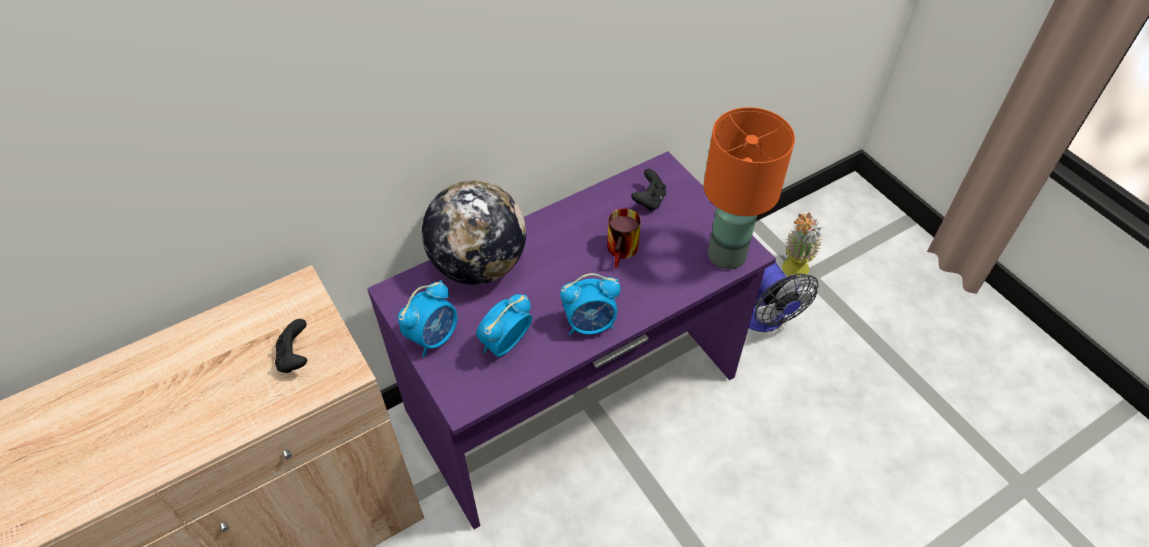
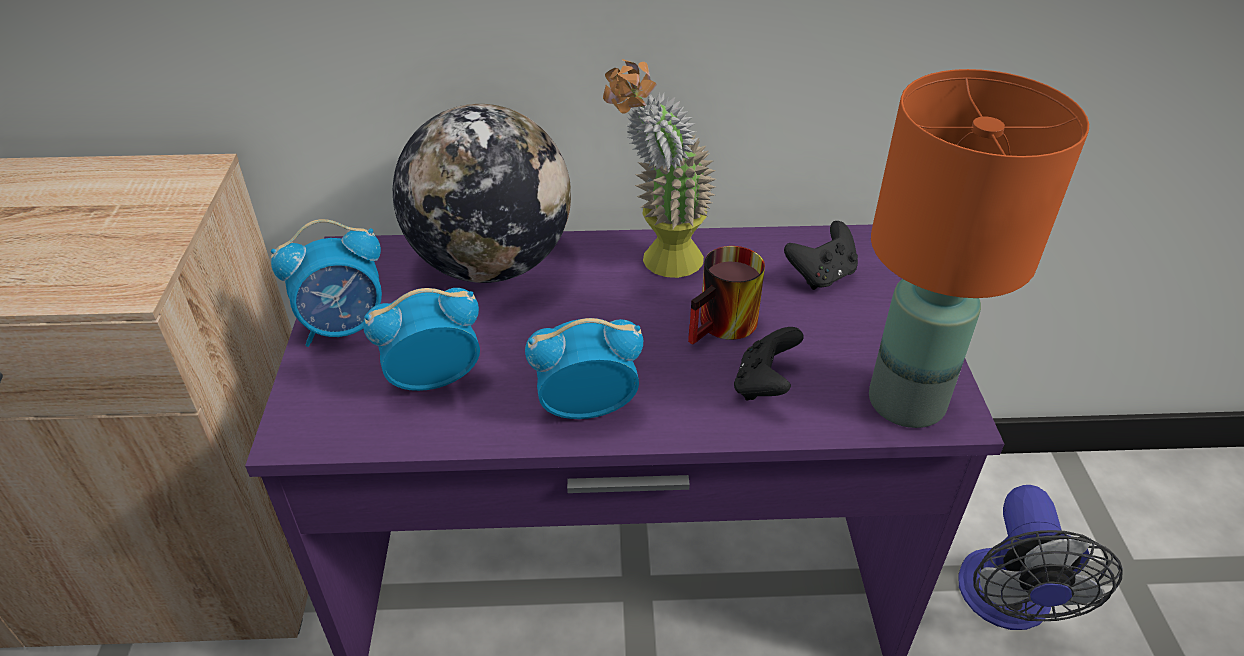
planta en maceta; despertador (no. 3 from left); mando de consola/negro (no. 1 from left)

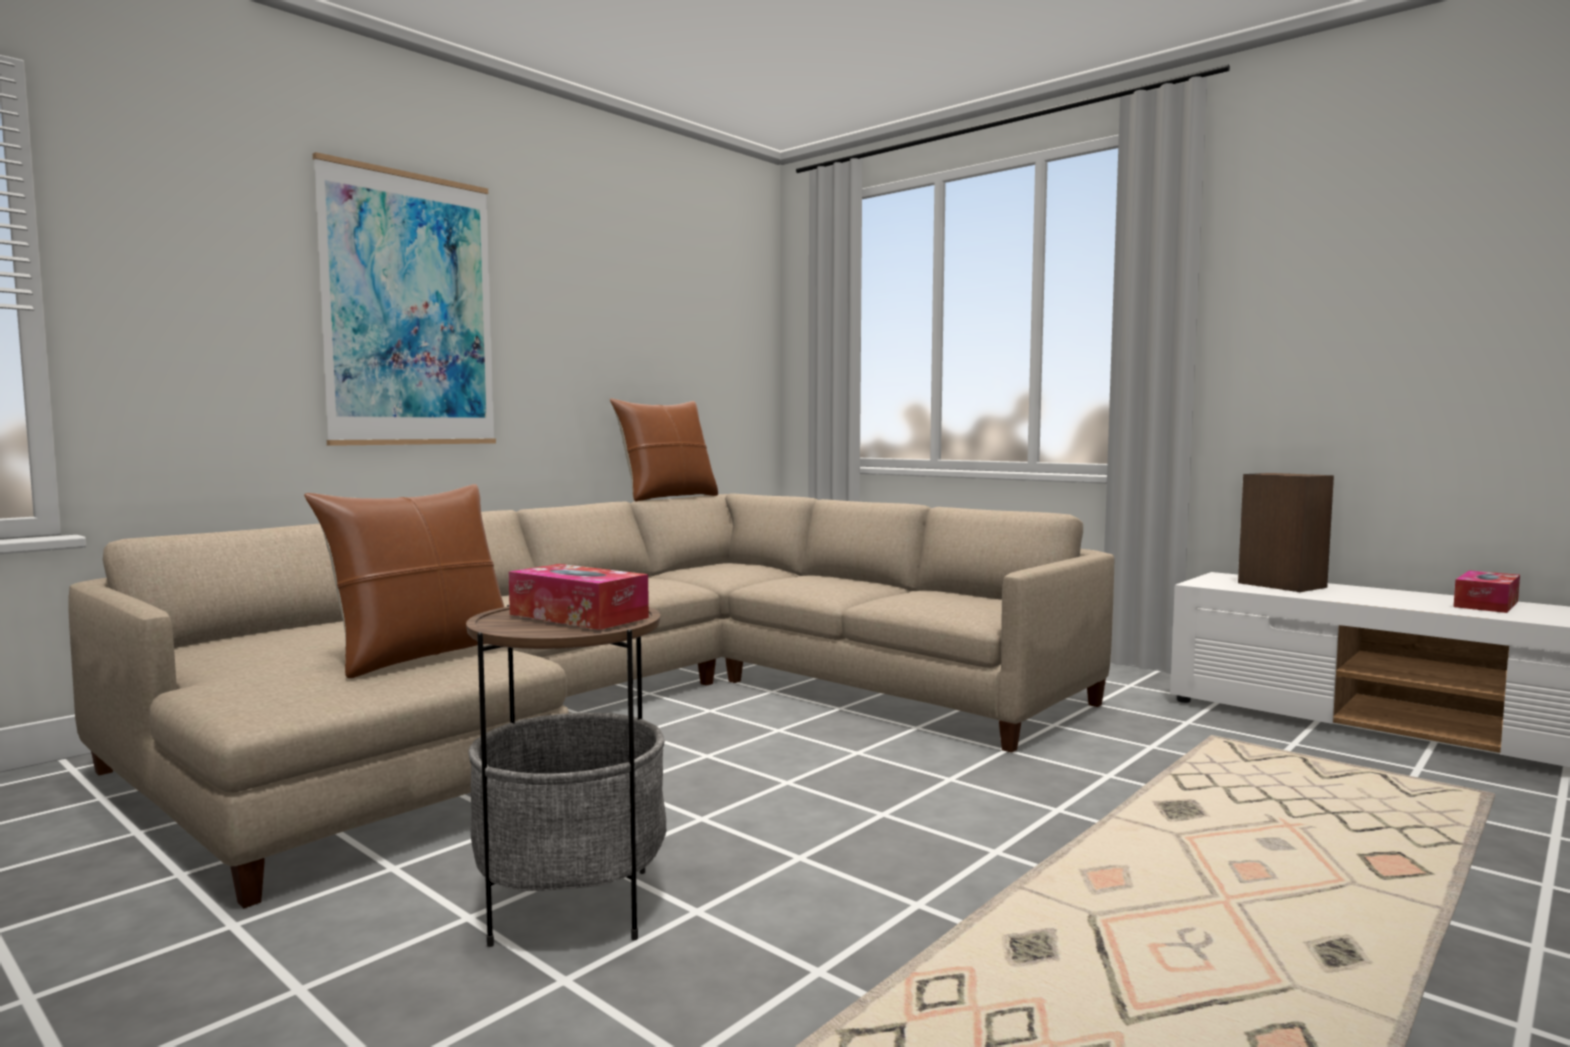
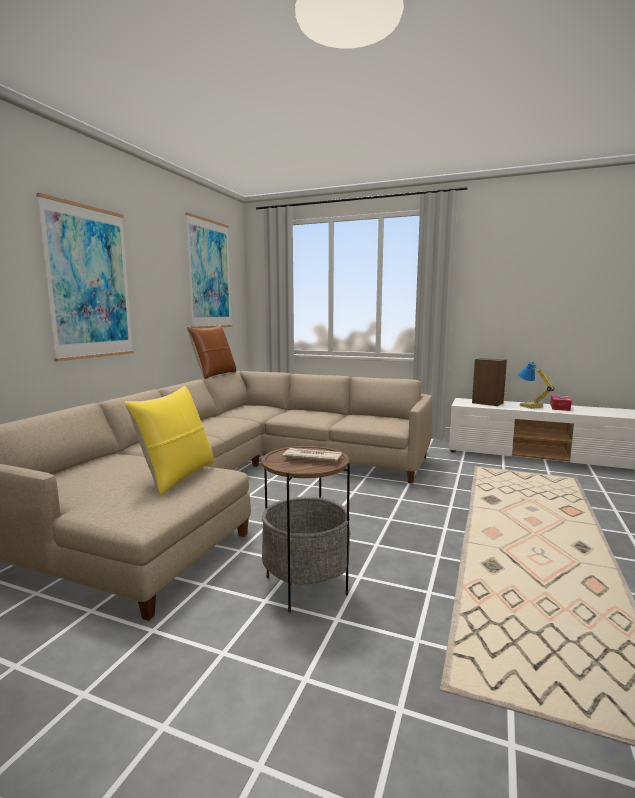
cojín/amarillo; periódico; cuadro (no. 2 from left); lámpara de mesa

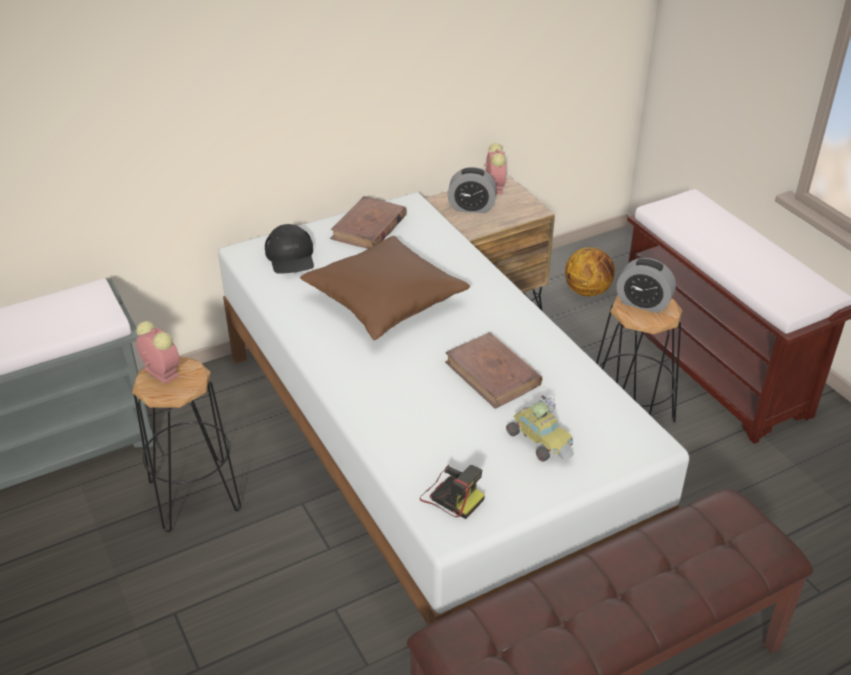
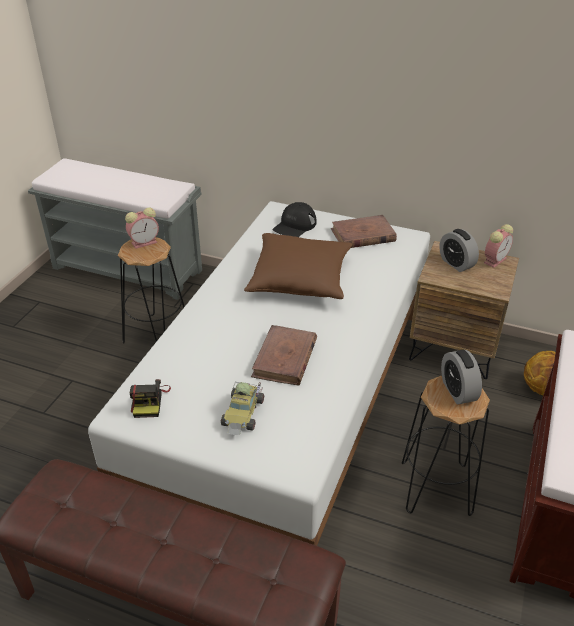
despertador (no. 1 from left)

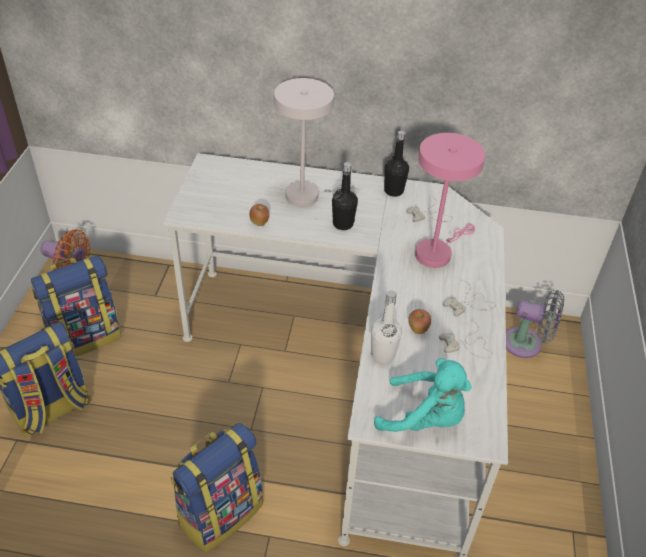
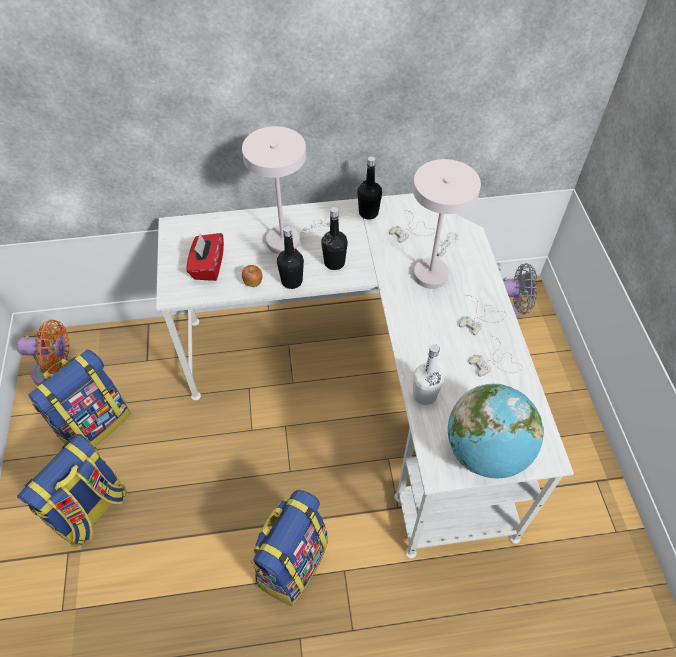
lámpara de mesa/blanco (no. 2 from left); manzana (no. 2 from left in the first image); globo terráqueo; botella/negro (no. 1 from left); caja de pañuelos/rojo

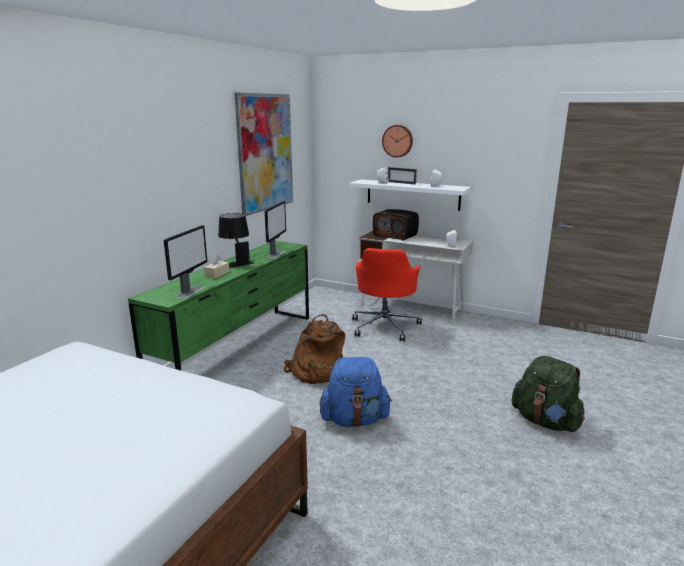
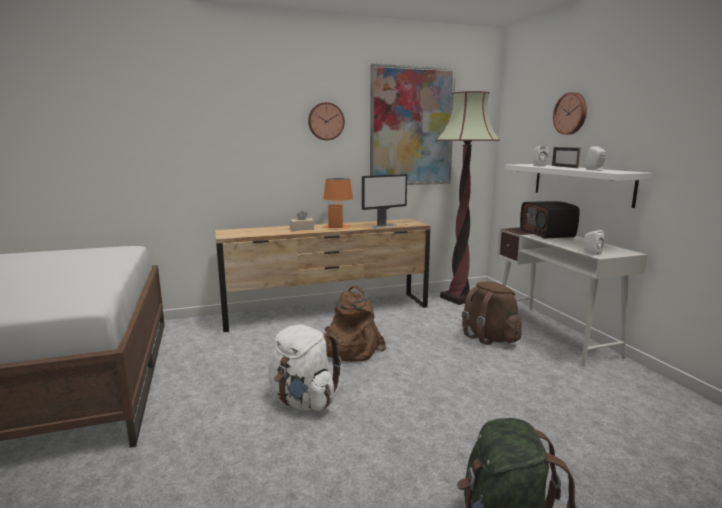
lámpara de mesa/naranja; monitor (no. 1 from left in the first image); cómoda/marrón; mochila/marrón (no. 2 from left); mochila/blanco; lámpara de pie; reloj de pared (no. 1 from left)

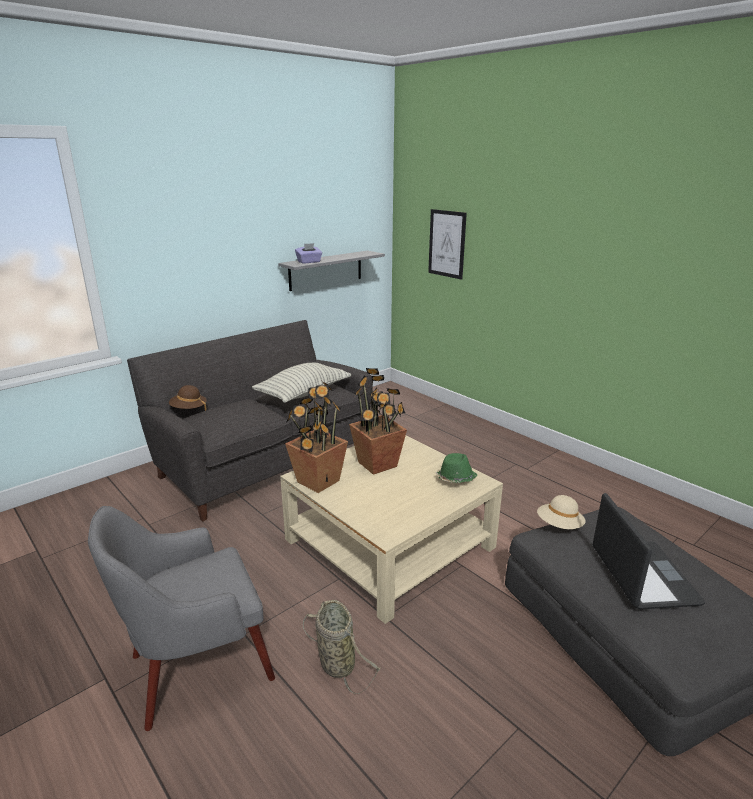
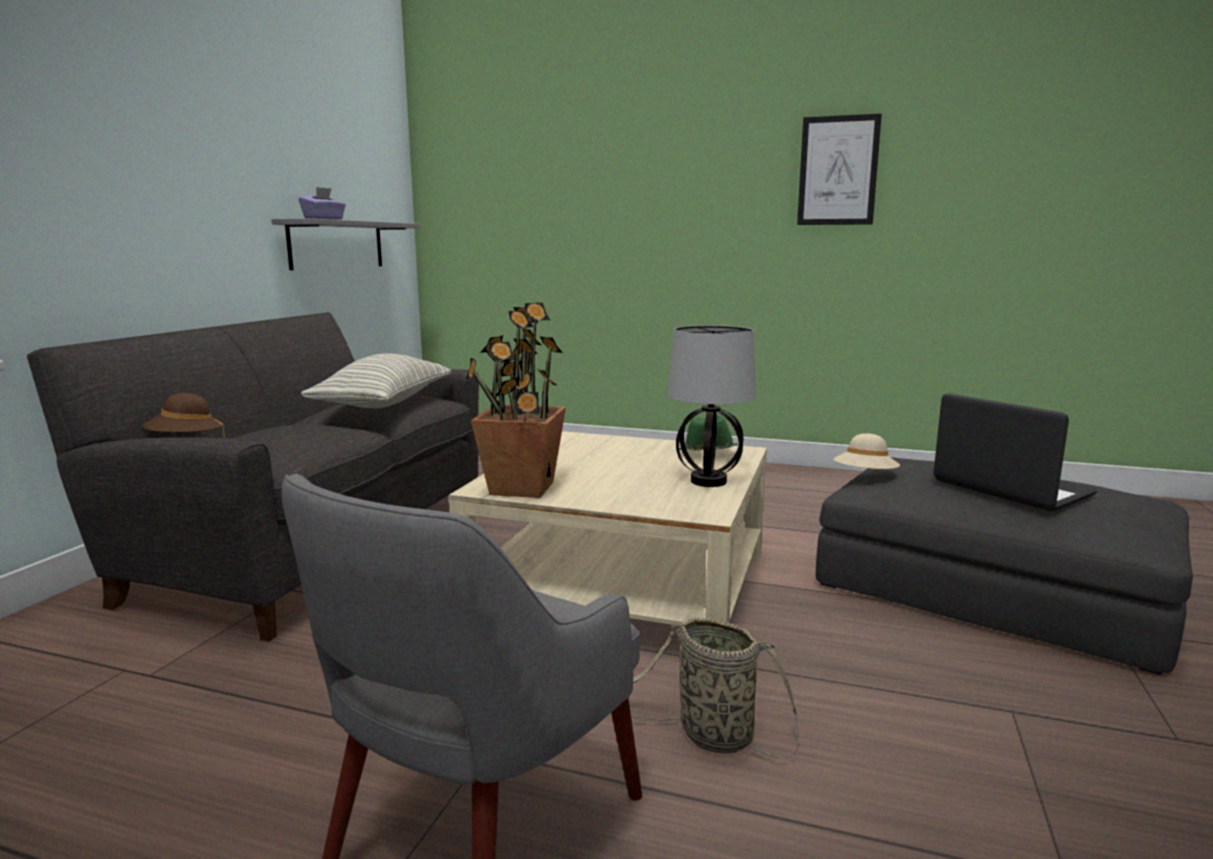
cuadro; planta en maceta (no. 2 from left in the first image); lámpara de mesa

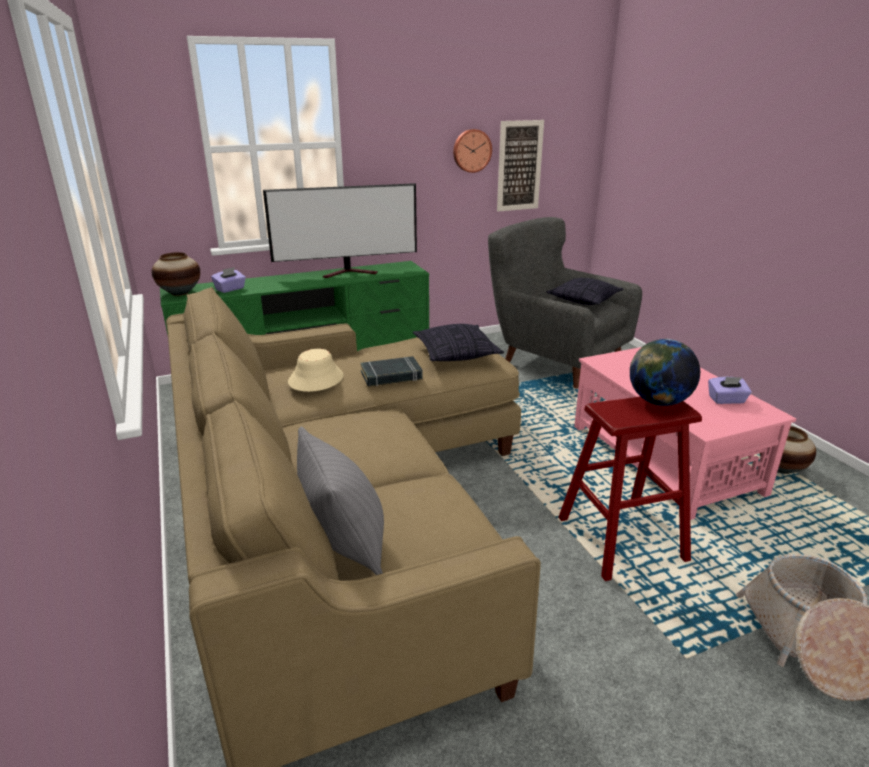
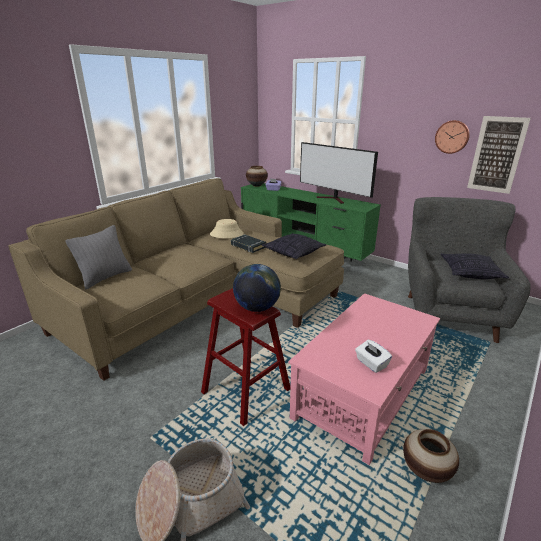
caja de pañuelos/blanco

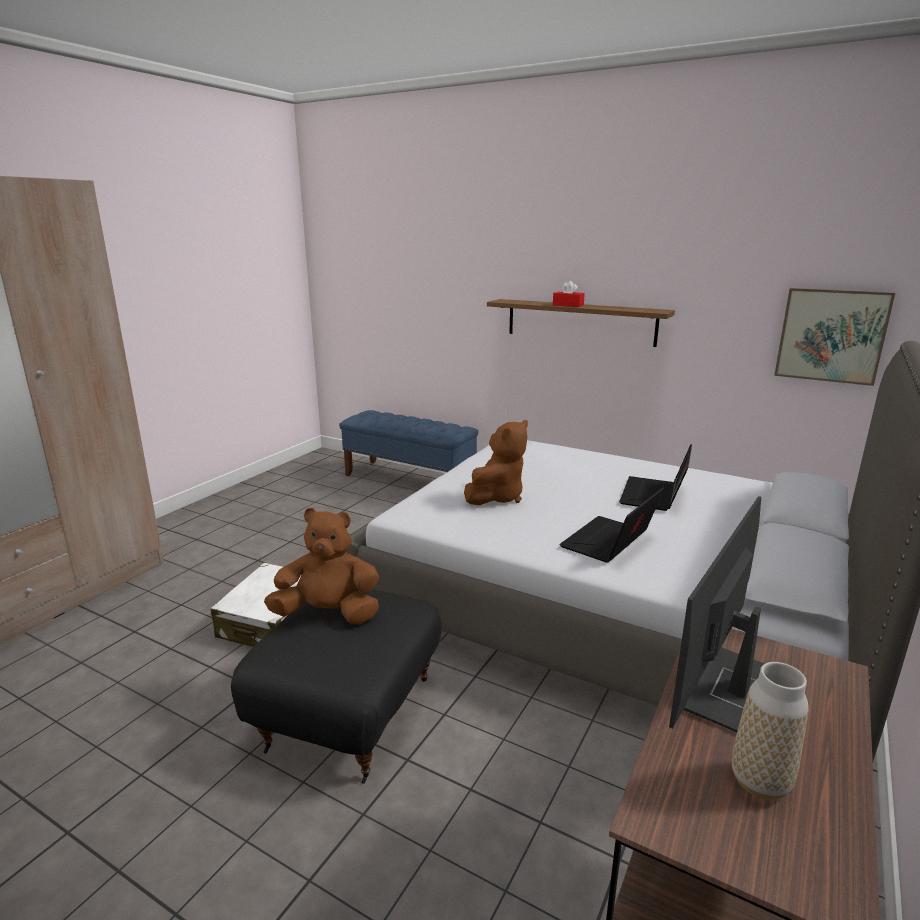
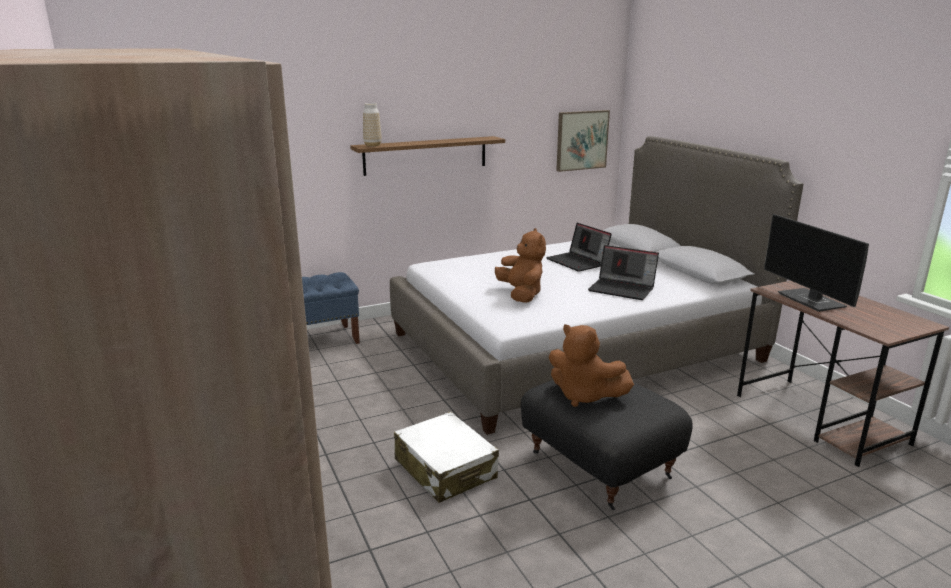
caja de pañuelos/rojo; portátil (no. 2 from left); peluche/marrón (no. 2 from left); florero

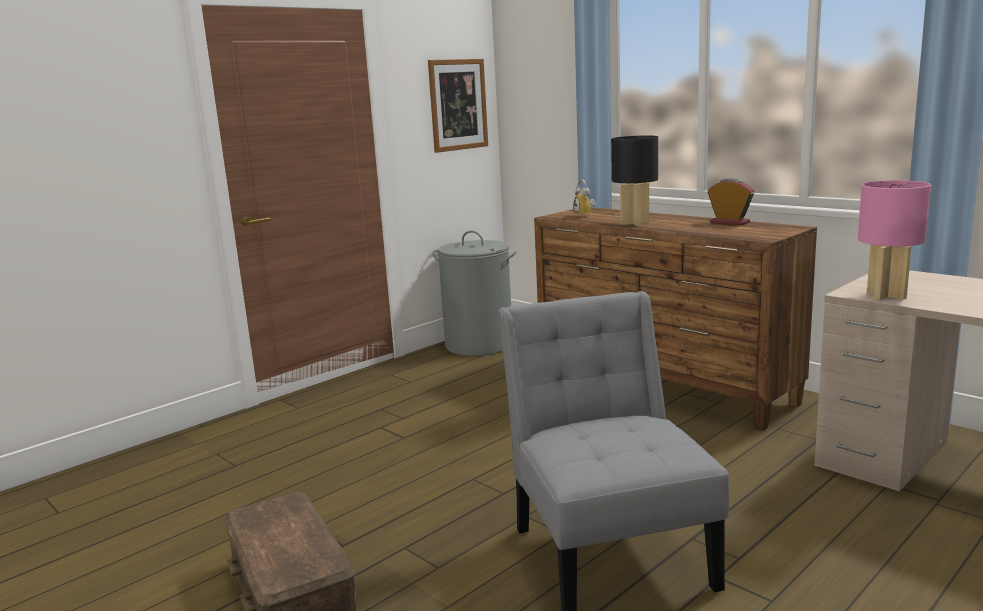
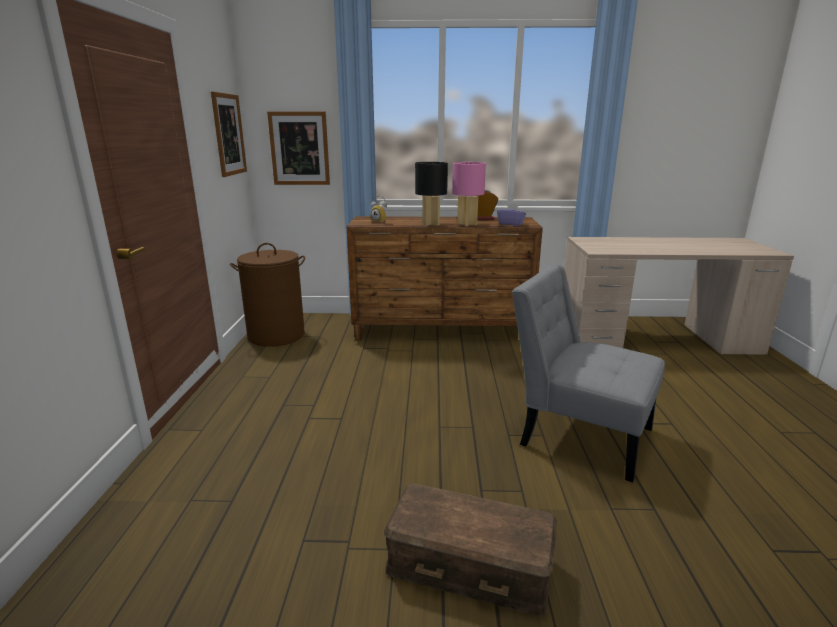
lámpara de mesa/rosa; cesto de la ropa/marrón; cuadro (no. 2 from left); caja de pañuelos/morado

